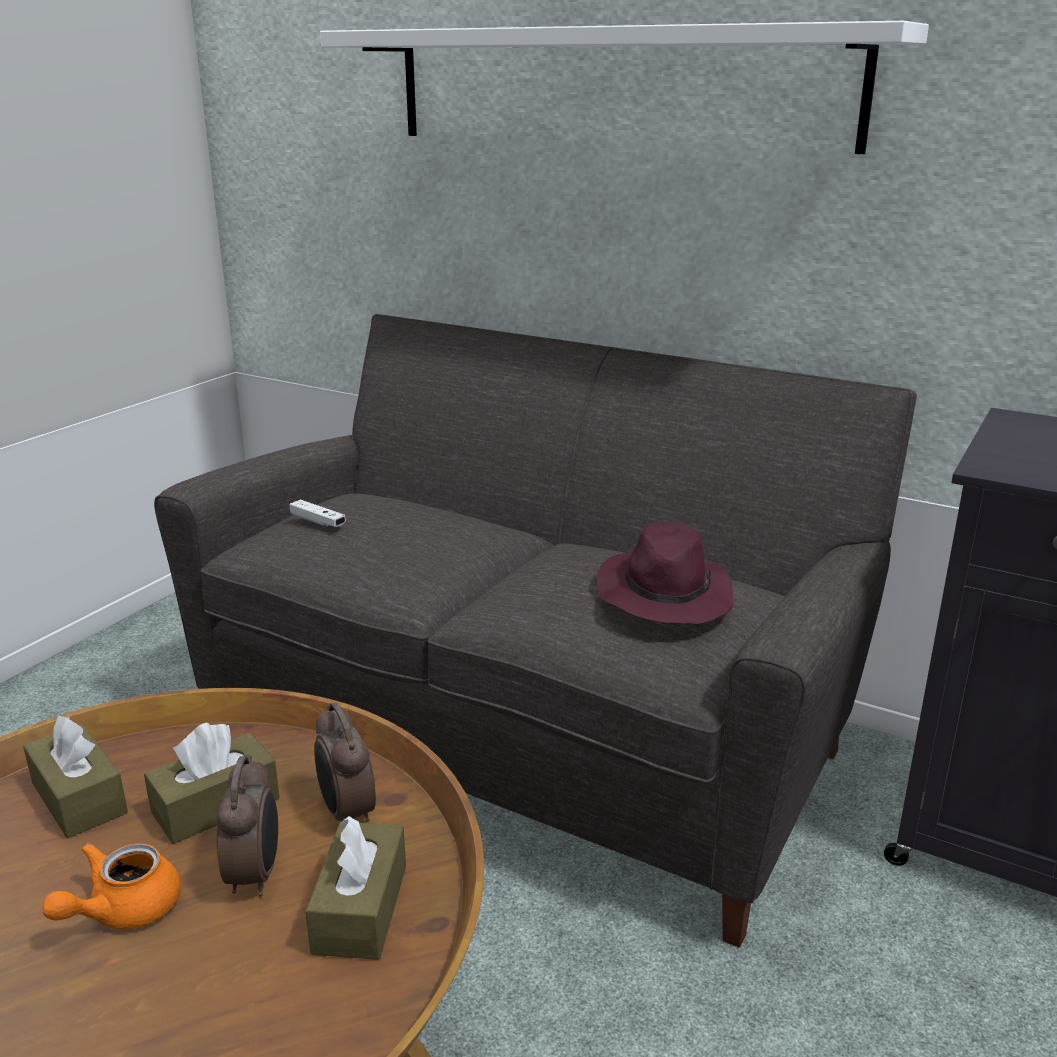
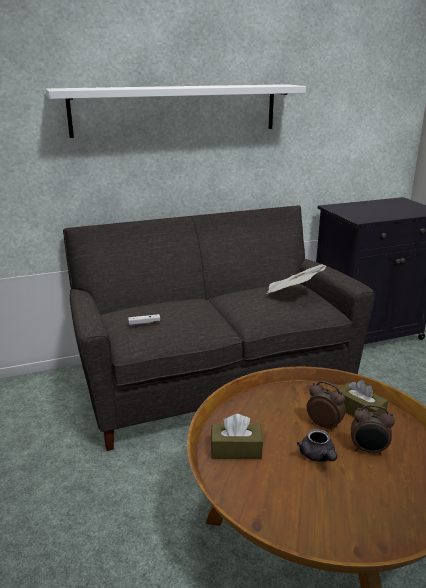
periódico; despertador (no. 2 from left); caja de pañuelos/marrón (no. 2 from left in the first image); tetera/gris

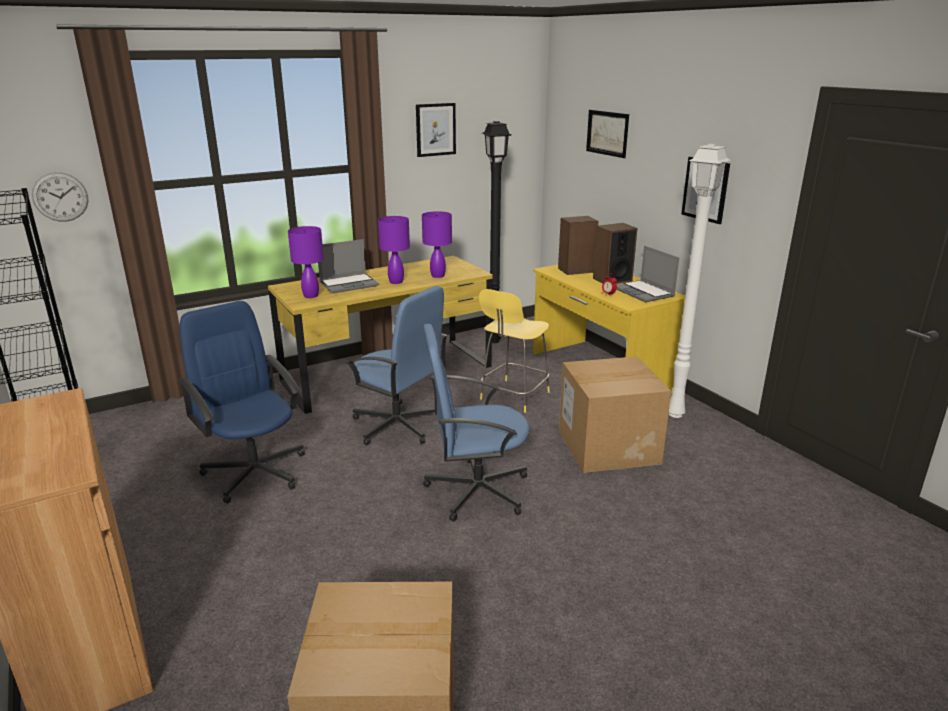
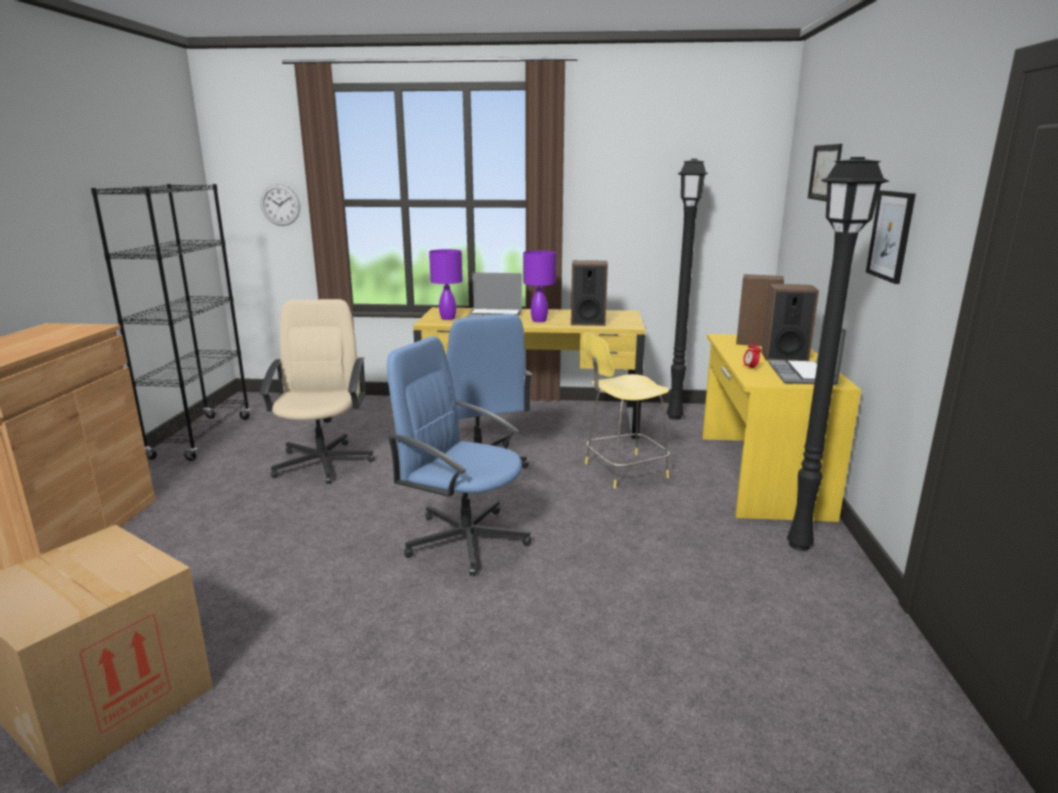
cuadro (no. 1 from left in the first image); lámpara de pie/negro (no. 2 from left); altavoz (no. 1 from left); silla de oficina/beis; caja de cartón (no. 2 from left in the first image)

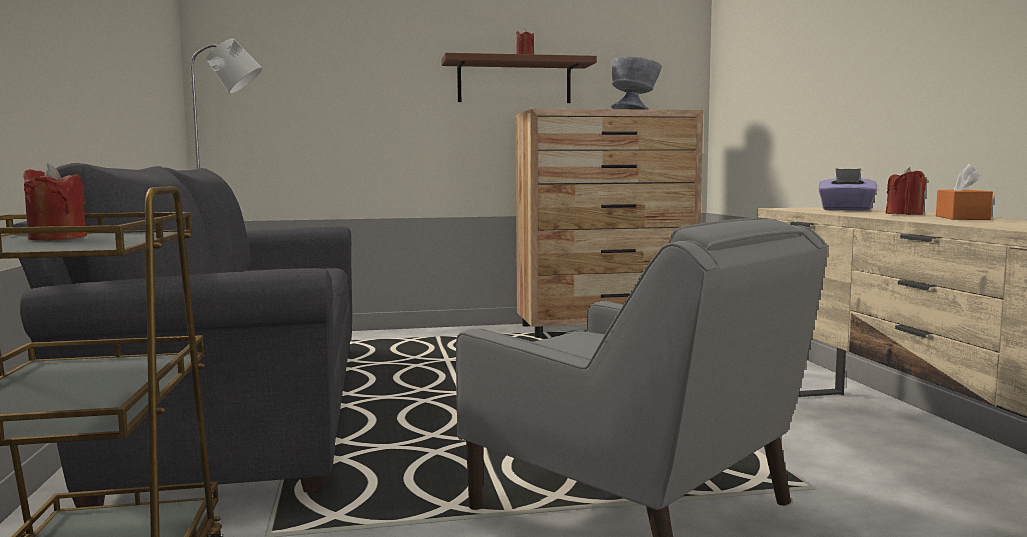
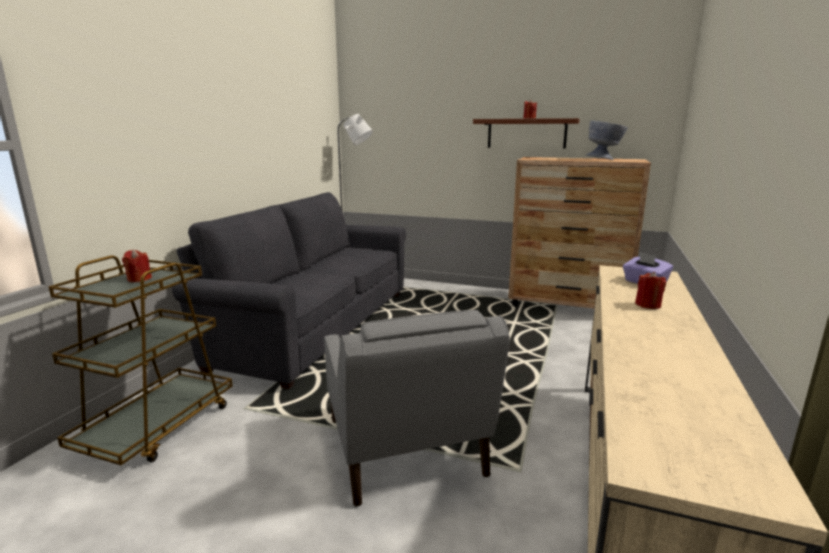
caja de pañuelos/naranja

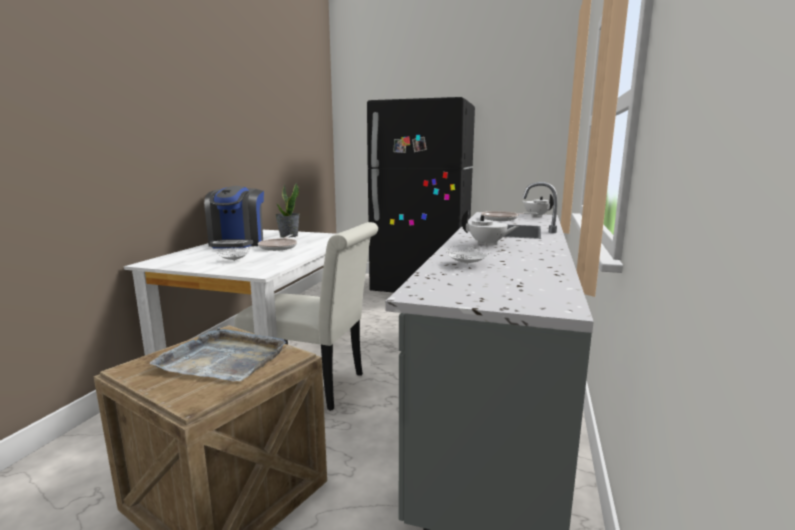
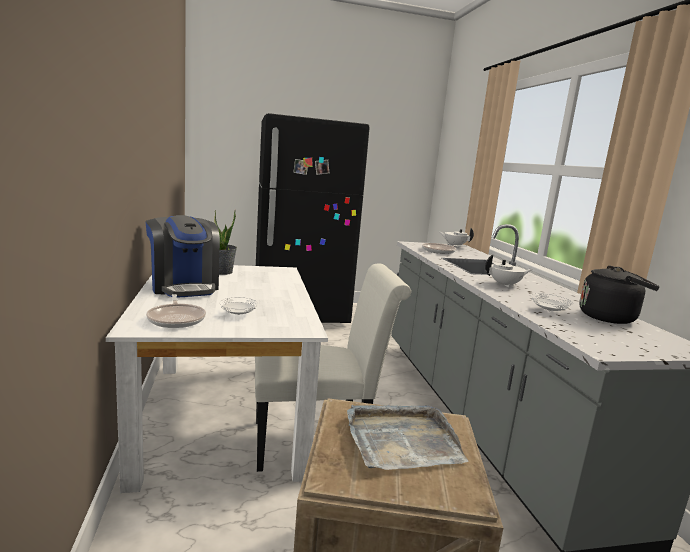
sartén (no. 1 from left); hervidor/negro

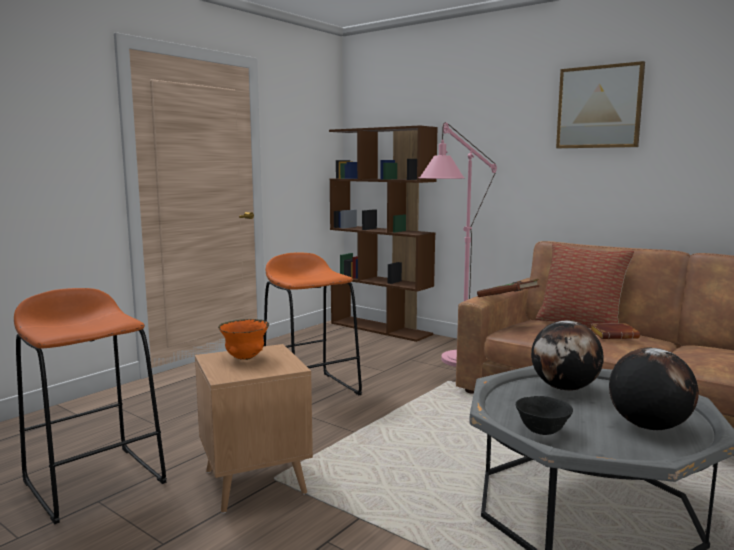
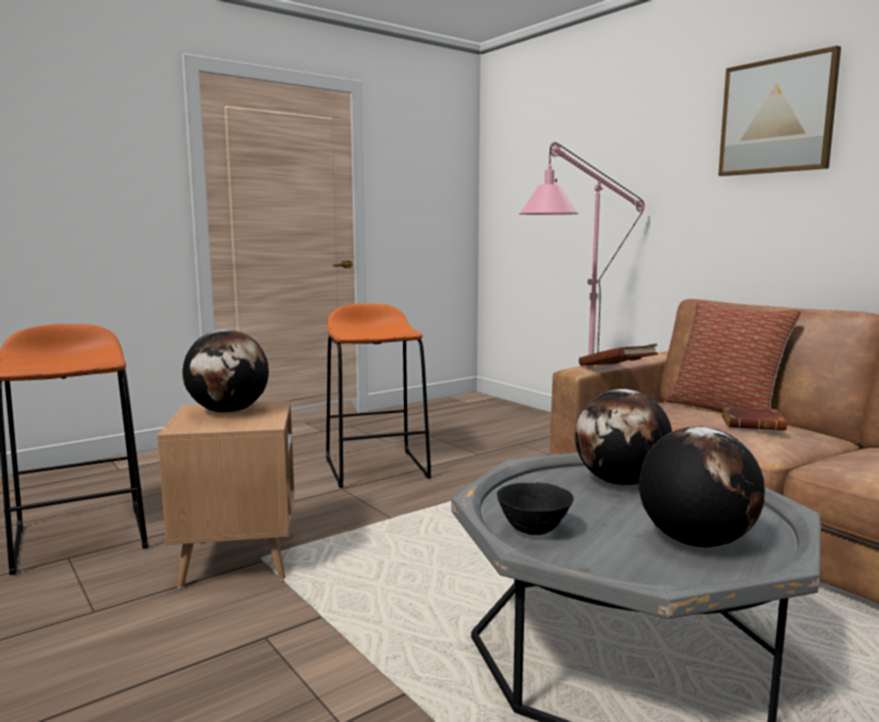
estantería/marrón; globo terráqueo (no. 1 from left)

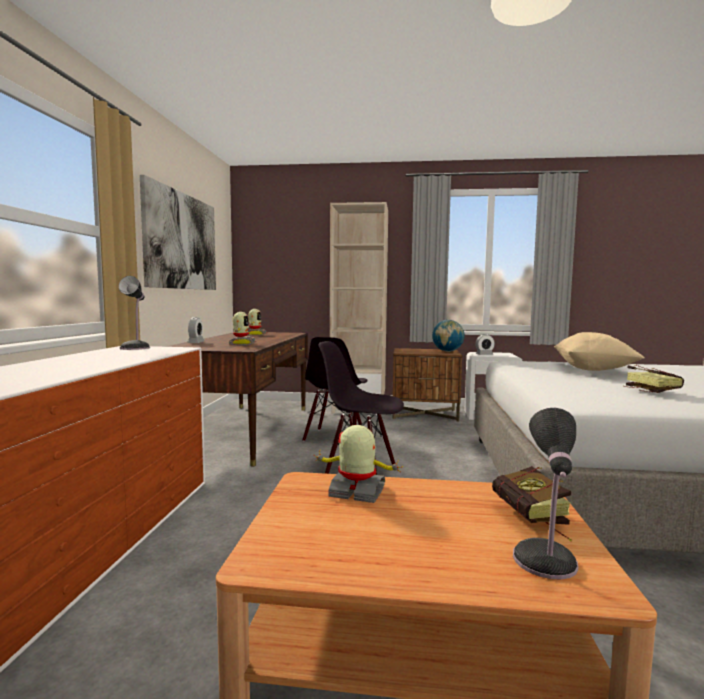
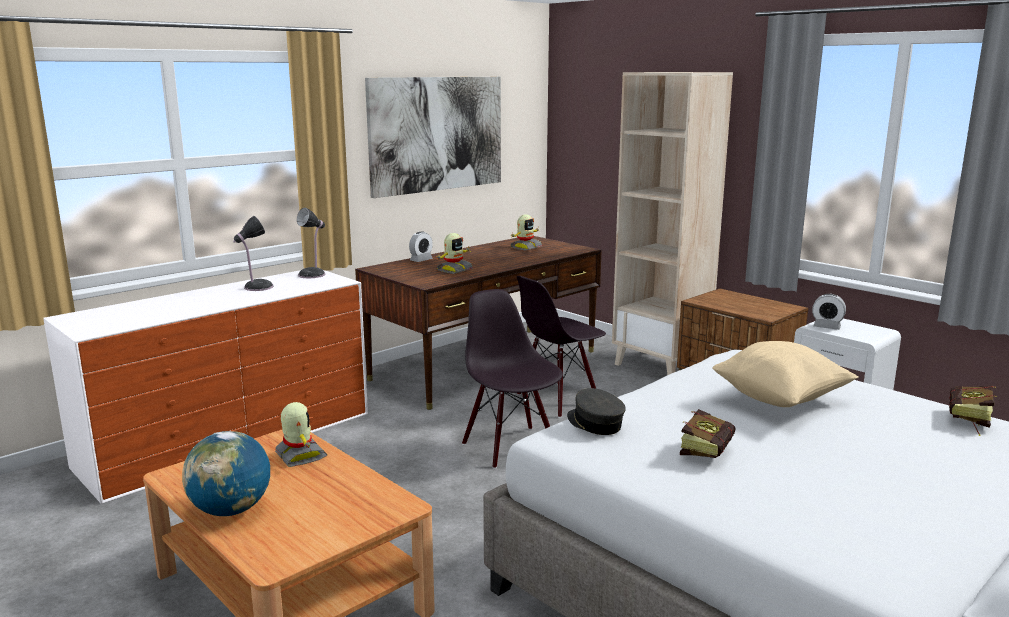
globo terráqueo; lámpara de mesa (no. 1 from left); libro (no. 2 from left); gorra/gris

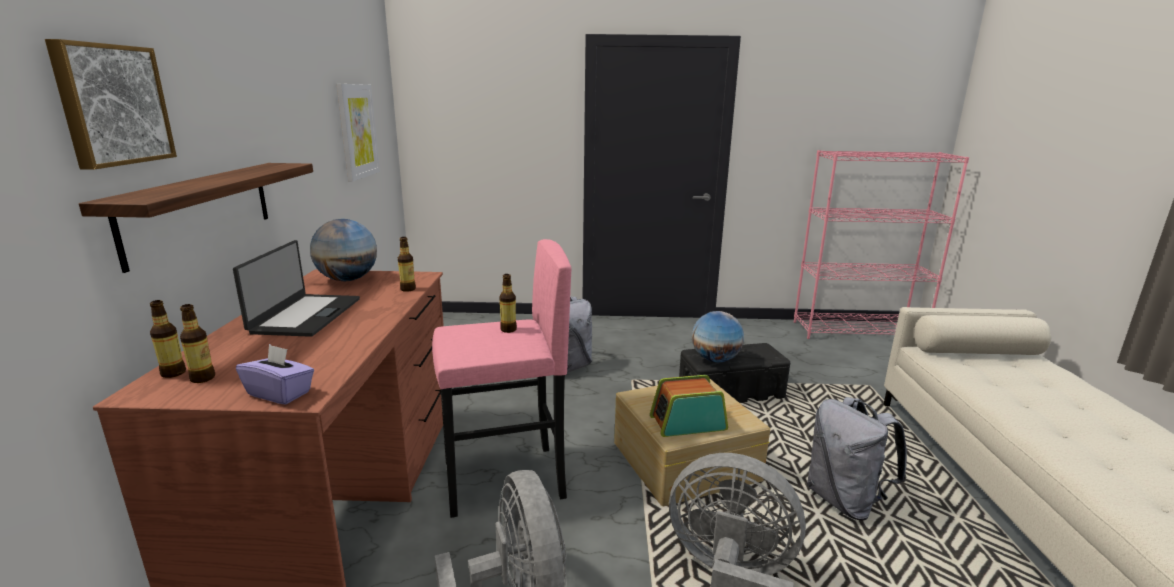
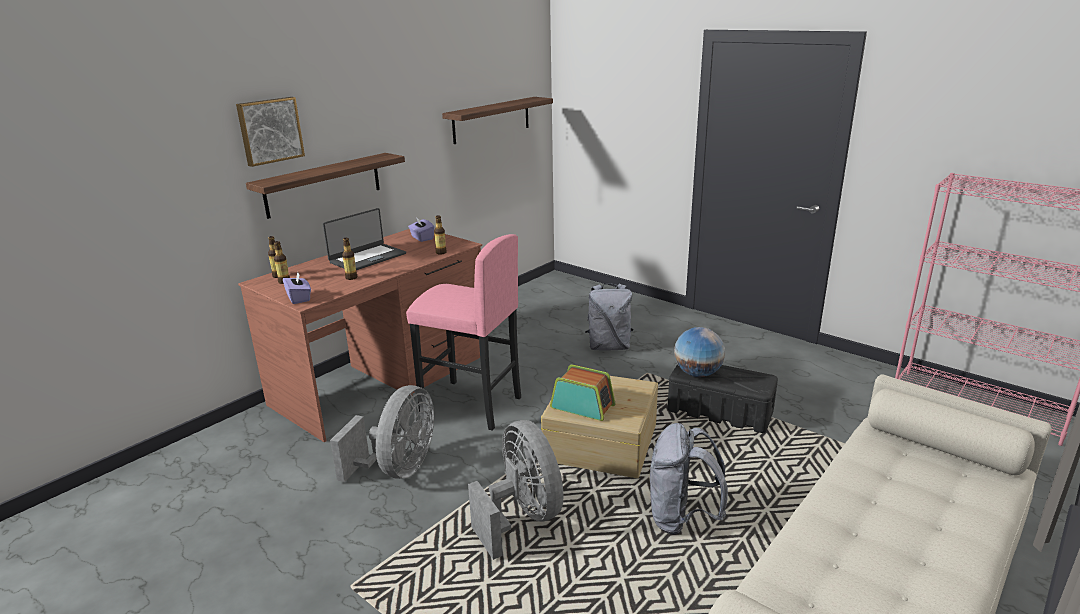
estante (no. 2 from left); caja de pañuelos/morado (no. 2 from left); botella (no. 3 from left)

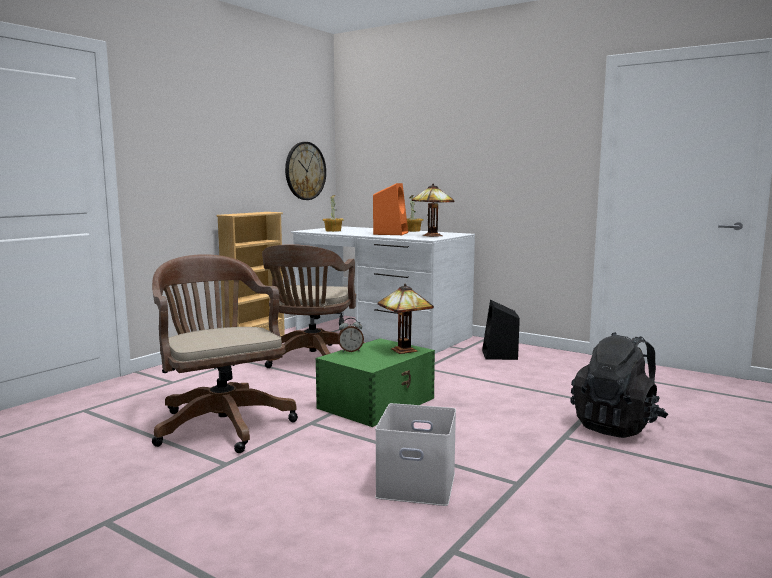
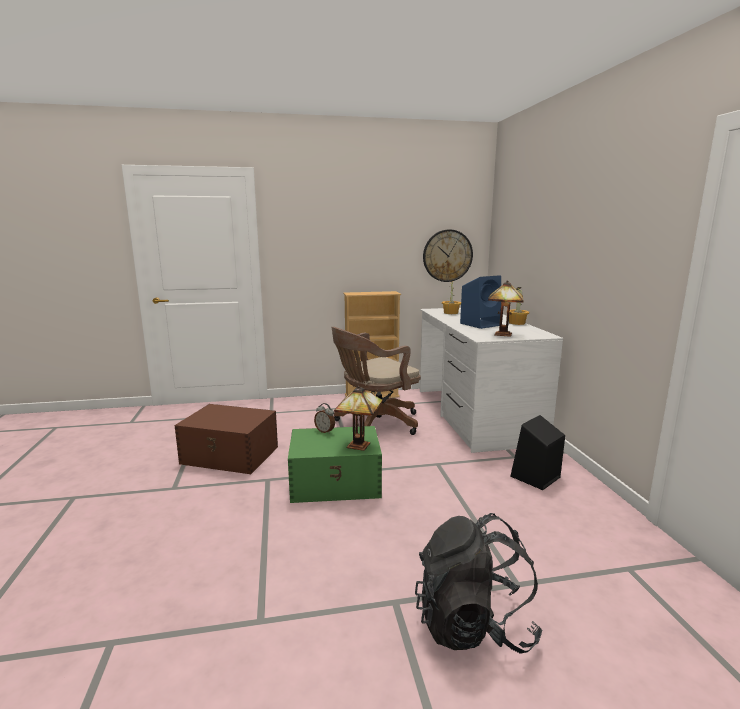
altavoz/azul; caja de almacenaje/marrón; caja de almacenaje/blanco

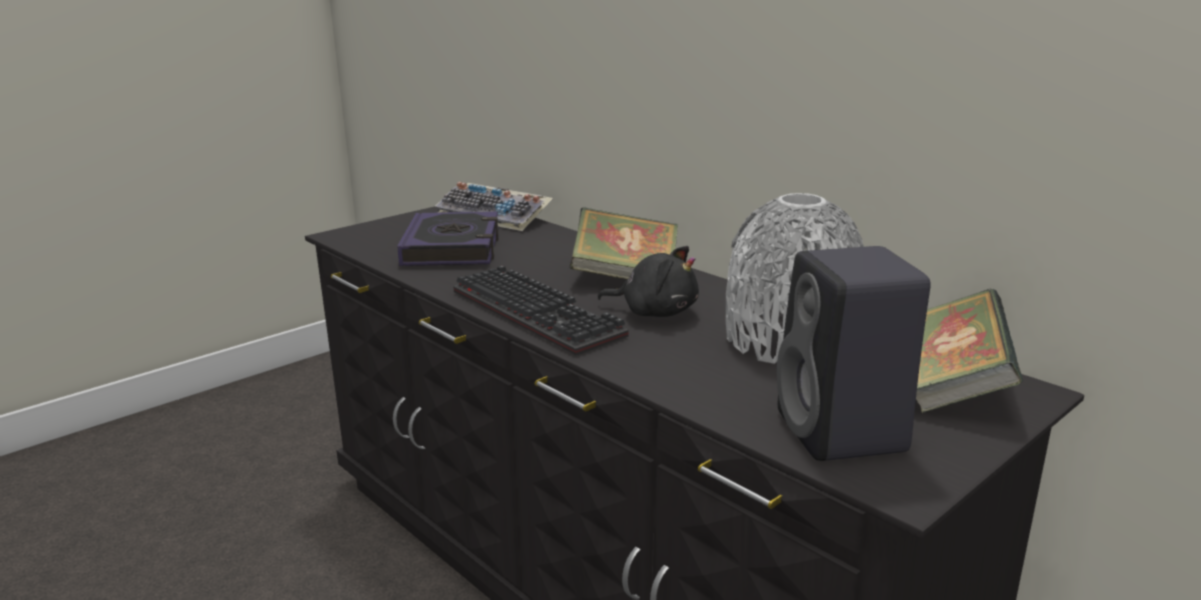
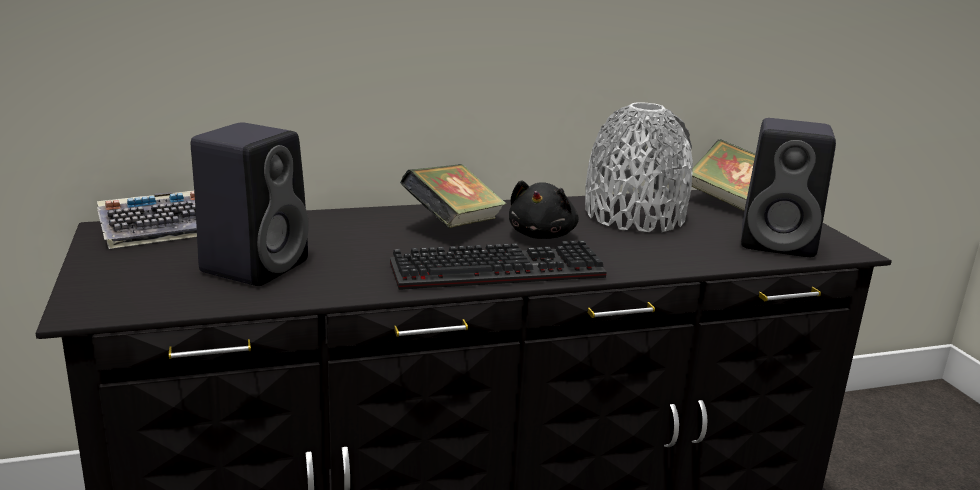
altavoz/negro (no. 1 from left); peluche/negro

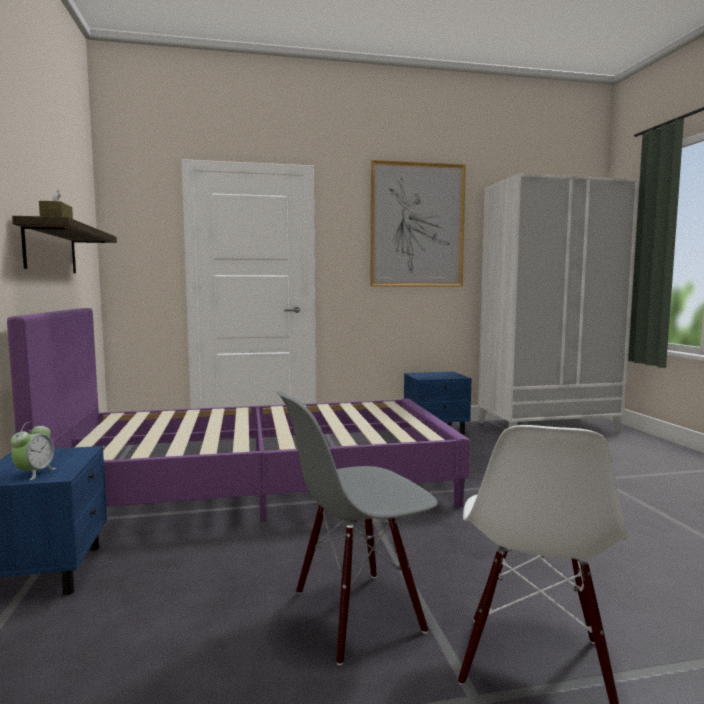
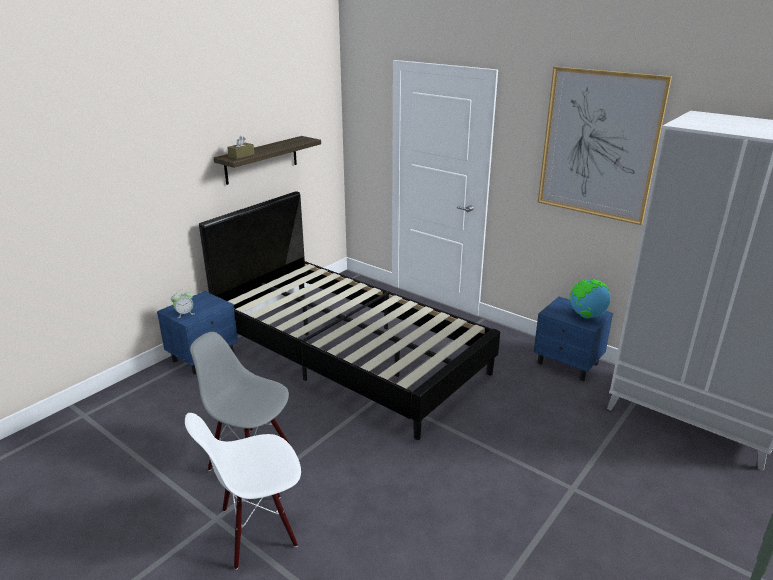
cama/negro; globo terráqueo

